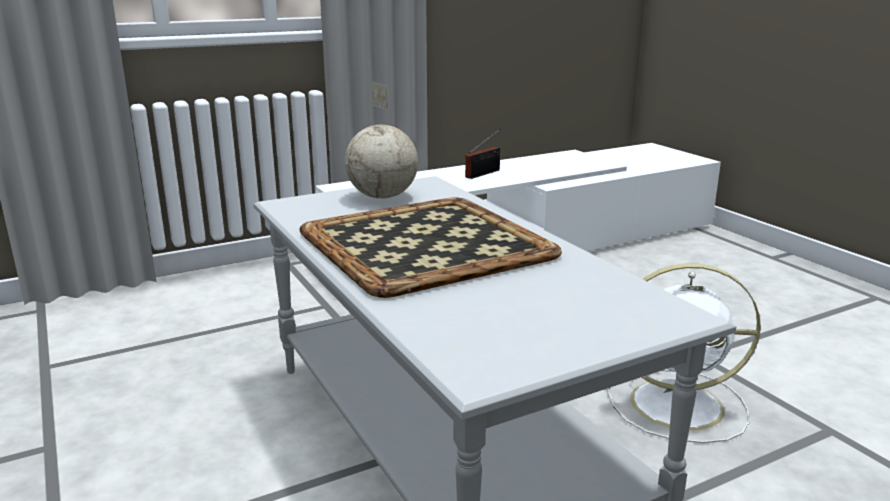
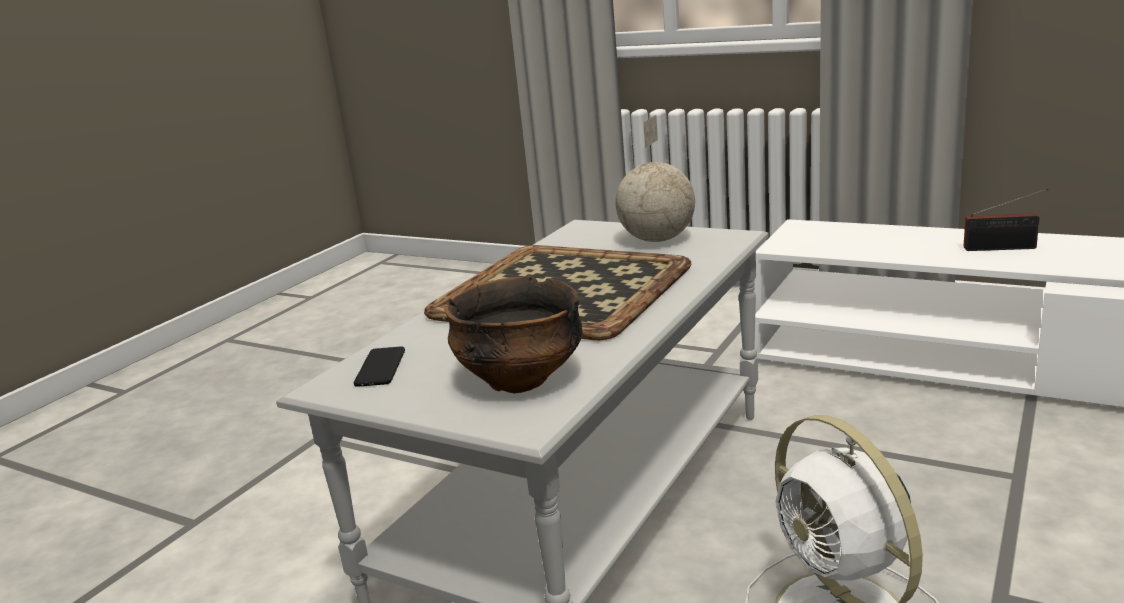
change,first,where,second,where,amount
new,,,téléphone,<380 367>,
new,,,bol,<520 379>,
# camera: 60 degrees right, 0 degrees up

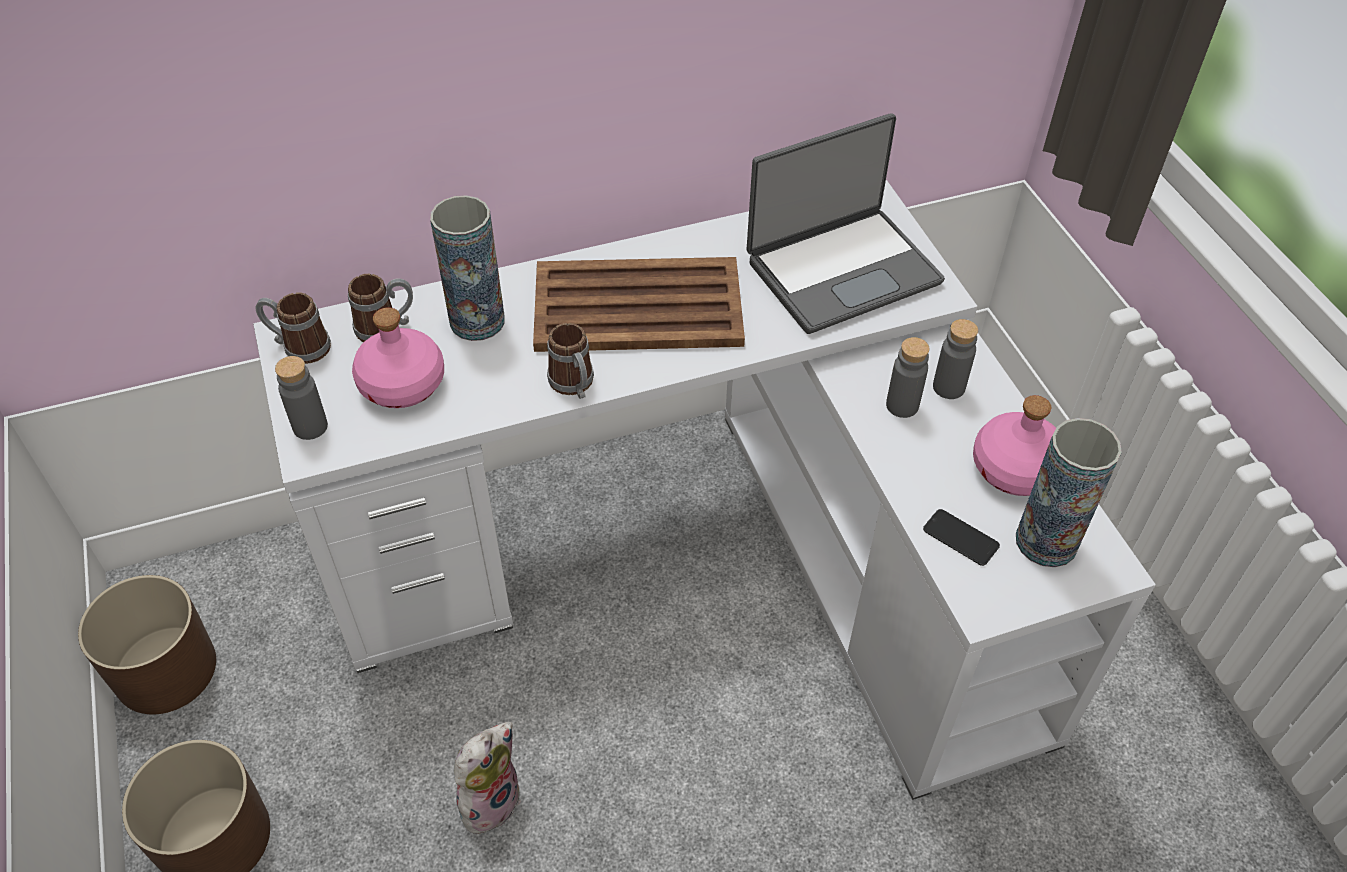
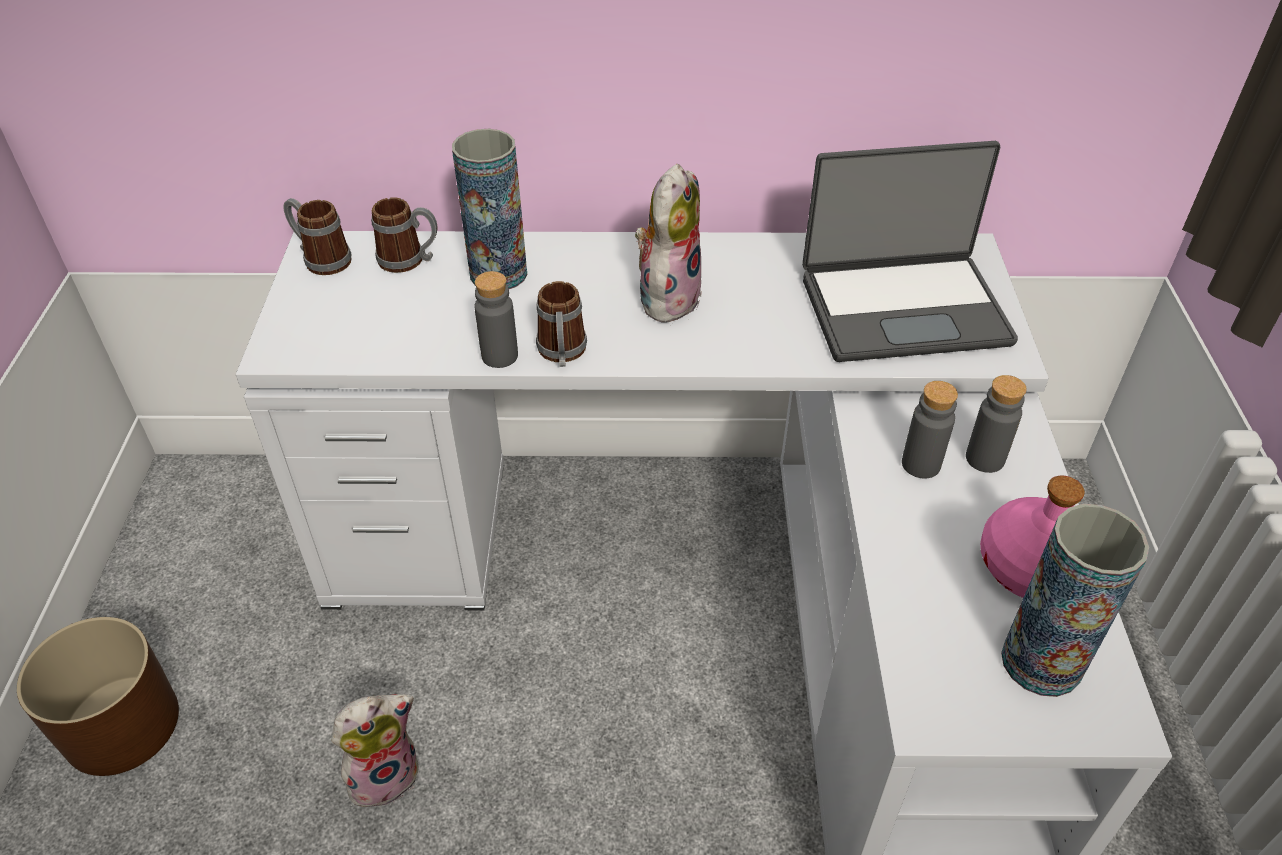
change,first,where,second,where,amount
shifted,bouteille [gris],<310 427>,,<499 356>,
swapped,plateau [marron],<640 307>,peluche,<667 297>,
gone,cache-pot [marron],<165 669>,,,
gone,bouteille [rose],<401 384>,,,
gone,téléphone,<960 538>,,,
# camera: 20 degrees right, 5 degrees down

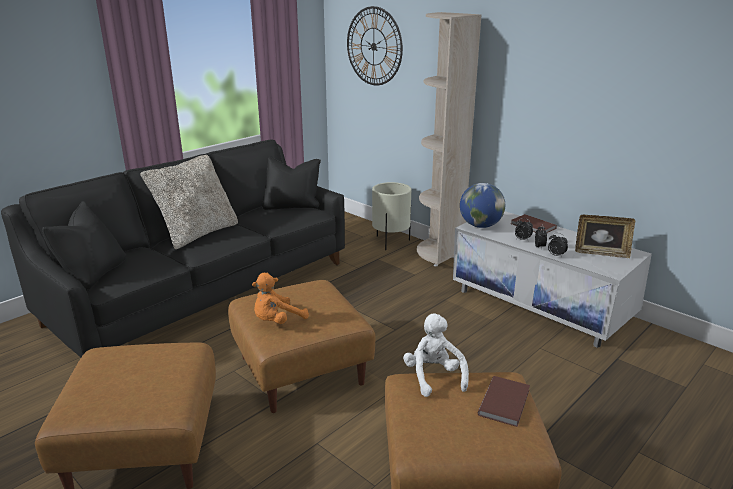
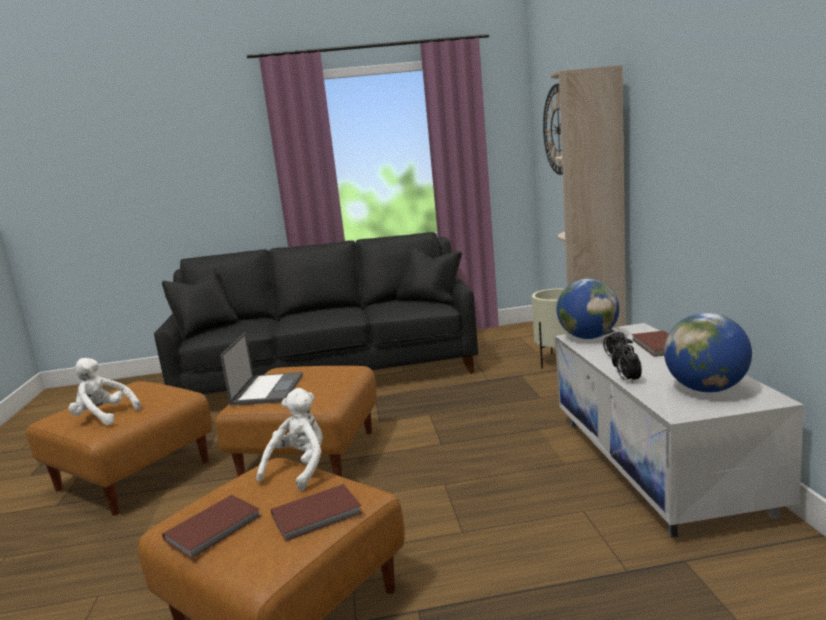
change,first,where,second,where,amount
new,,,peluche [blanc],<104 417>,
new,,,livre [marron],<215 528>,
swapped,peluche [orange],<277 321>,ordinateur portable,<267 389>,
swapped,cadre photo,<601 253>,globe,<706 389>,
gone,coussin [beige],<197 232>,,,
# camera: 40 degrees right, 10 degrees down

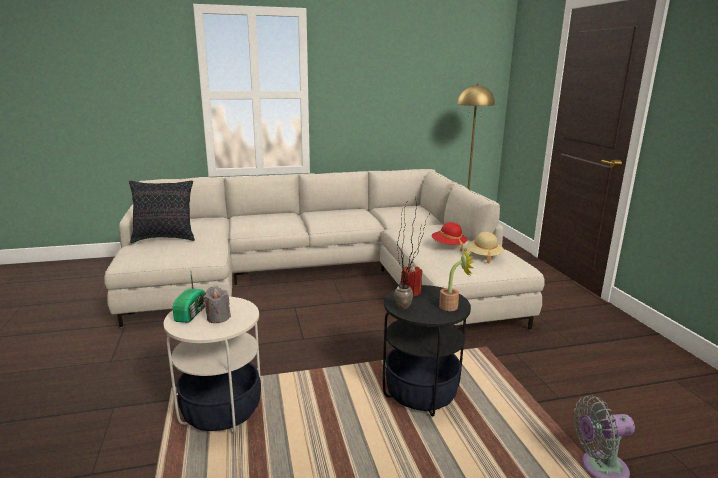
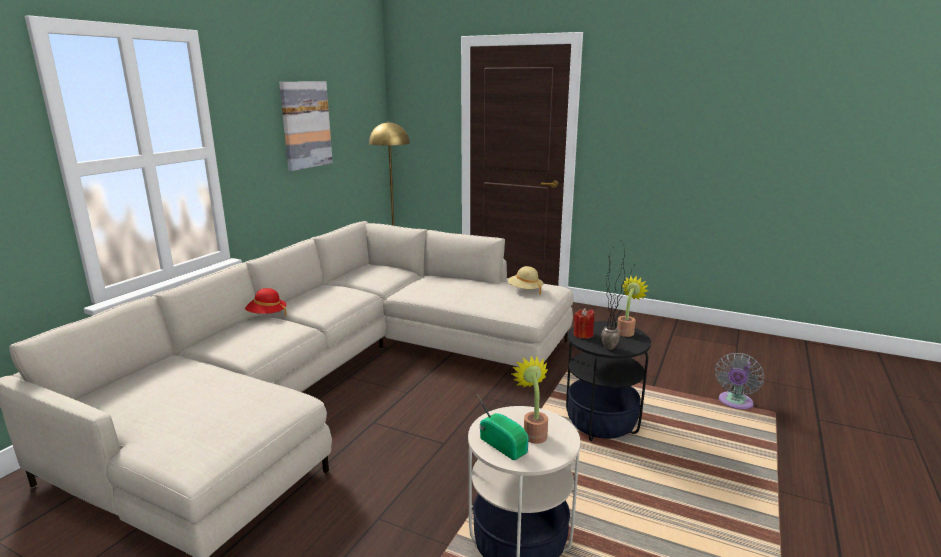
change,first,where,second,where,amount
shifted,chapeau [rouge],<448 246>,,<266 315>,
new,,,tableau,<305 125>,
swapped,bougie [gris],<218 318>,plante en pot,<533 433>,
gone,coussin [noir],<165 239>,,,
# camera: 50 degrees left, 0 degrees up

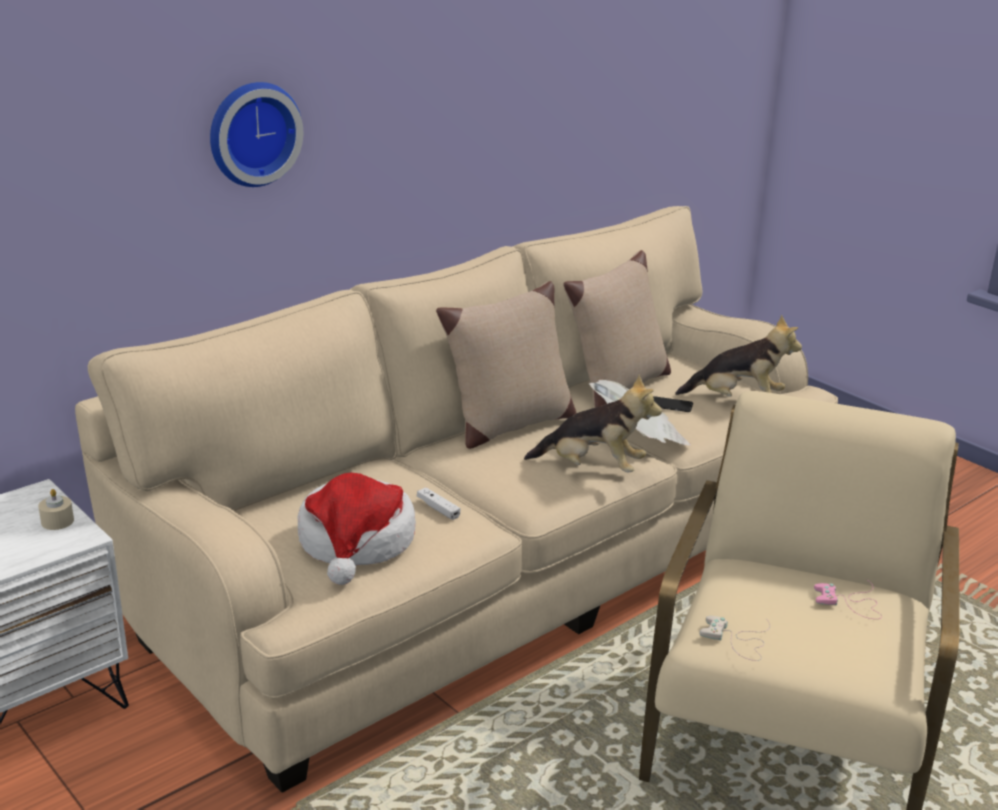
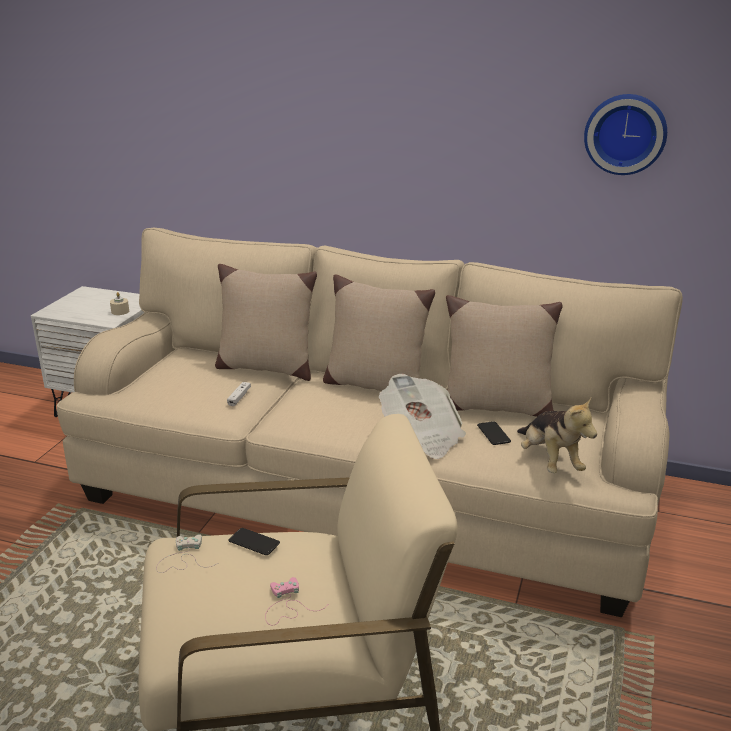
change,first,where,second,where,amount
new,,,coussin [beige],<266 367>,
new,,,téléphone,<254 542>,
shifted,horloge murale,<252 133>,,<625 133>,
gone,chapeau,<356 542>,,,
gone,peluche,<592 468>,,,
# camera: 60 degrees right, 0 degrees up

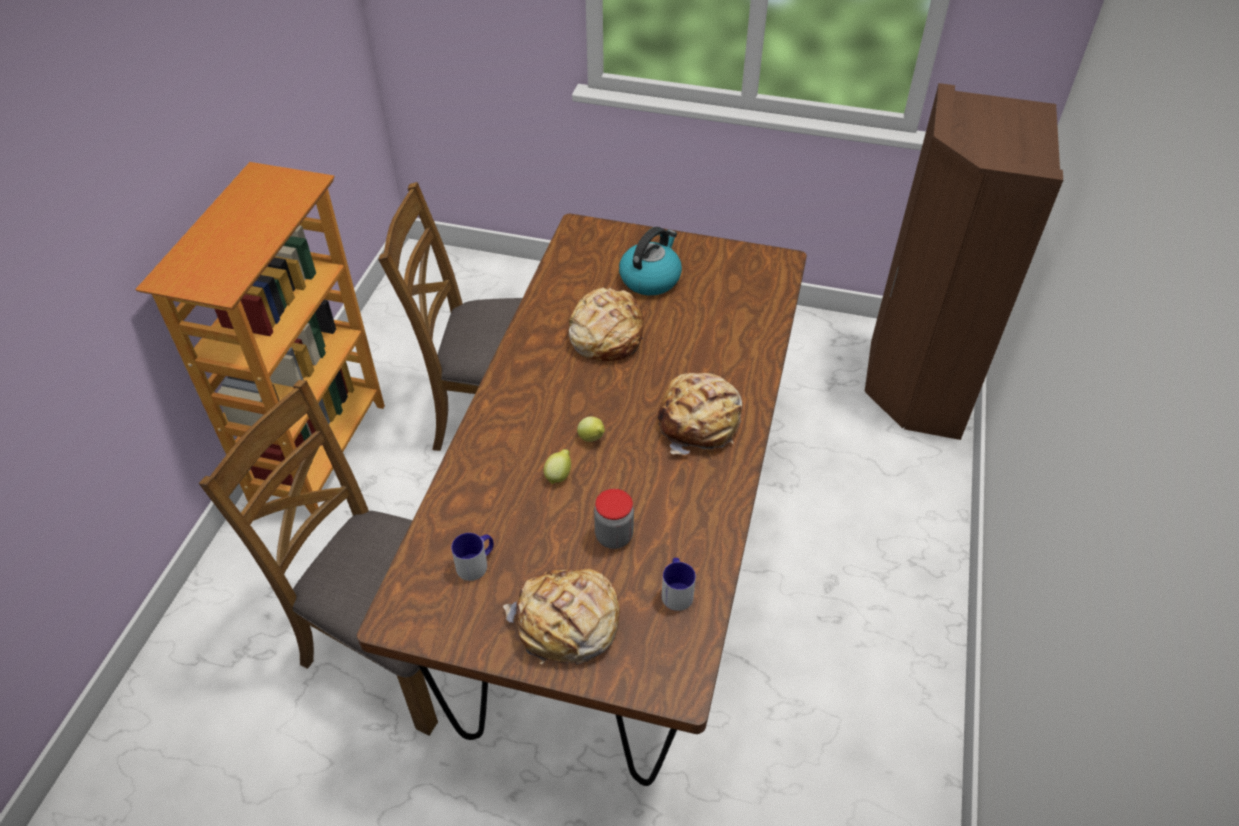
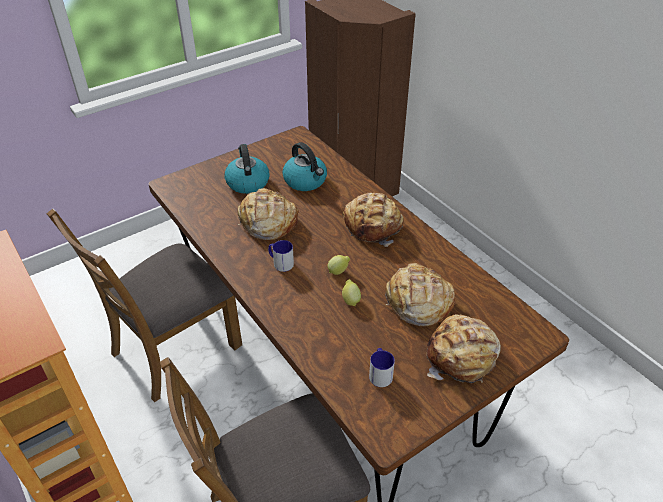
change,first,where,second,where,amount
shifted,mug,<676 591>,,<280 263>,
new,,,bouilloire,<306 181>,
swapped,bocal,<614 536>,pain,<418 302>,
# camera: 50 degrees left, 5 degrees down

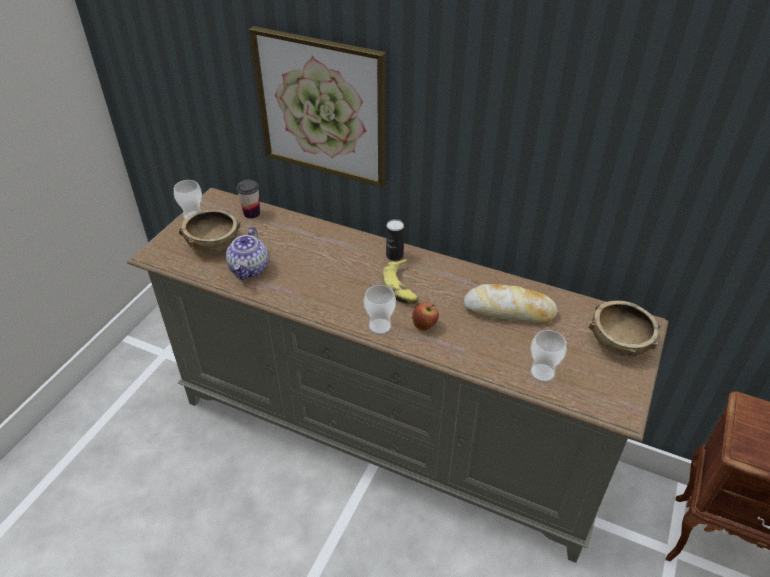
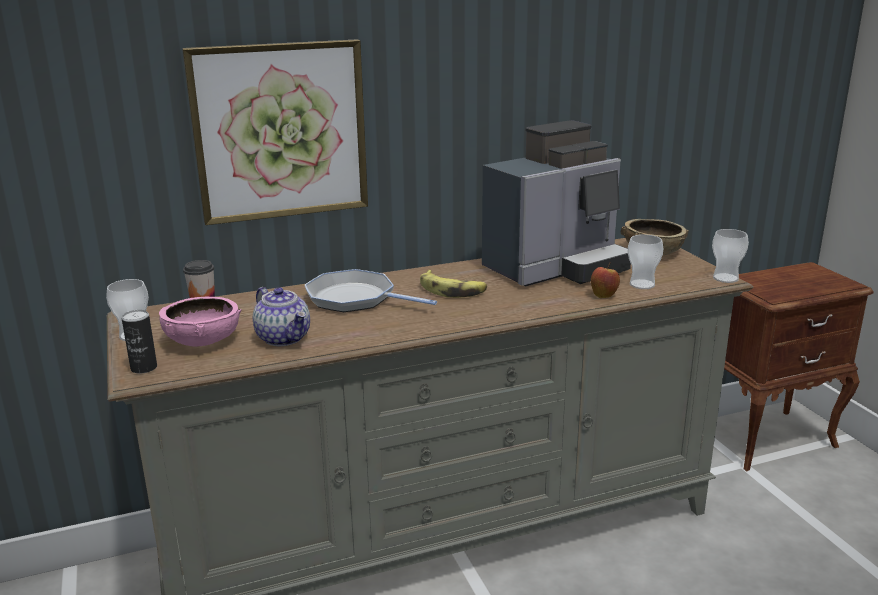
change,first,where,second,where,amount
shifted,boîte métallique,<394 255>,,<144 368>,
repainted,bol [marron],<213 244>,bol [rose],<202 341>,
new,,,poêle,<355 299>,
swapped,pain,<509 311>,machine à café,<557 268>,
shifted,pomme,<425 326>,,<604 295>,
shifted,tasse,<380 326>,,<725 278>,
# camera: 45 degrees left, 20 degrees down

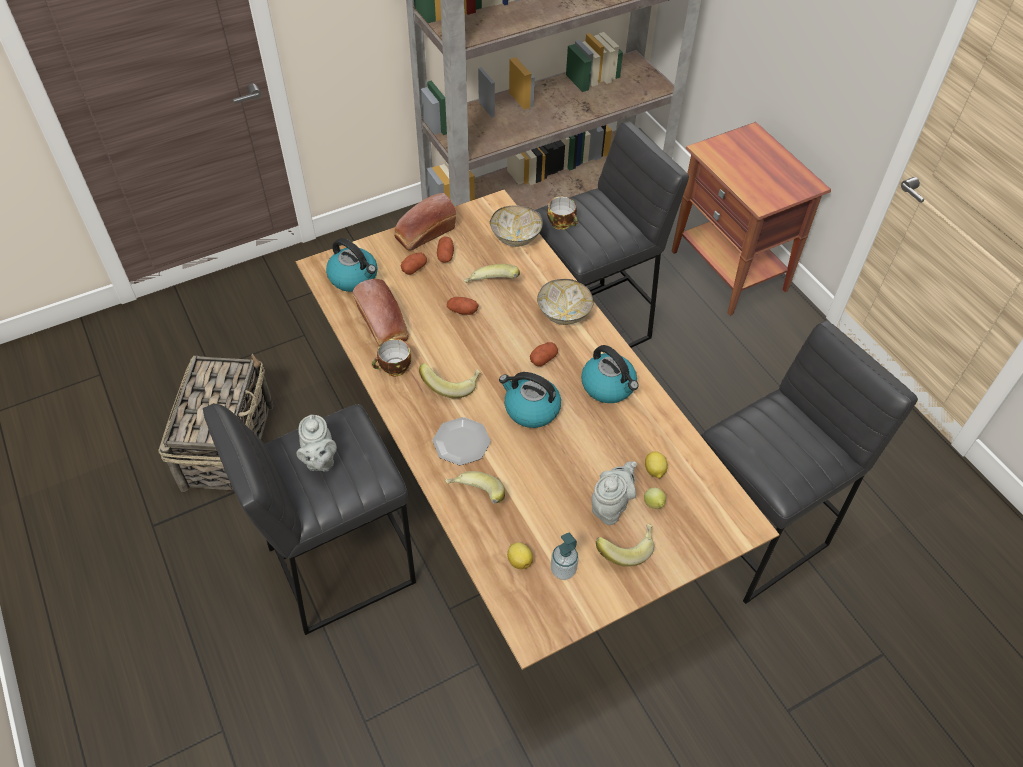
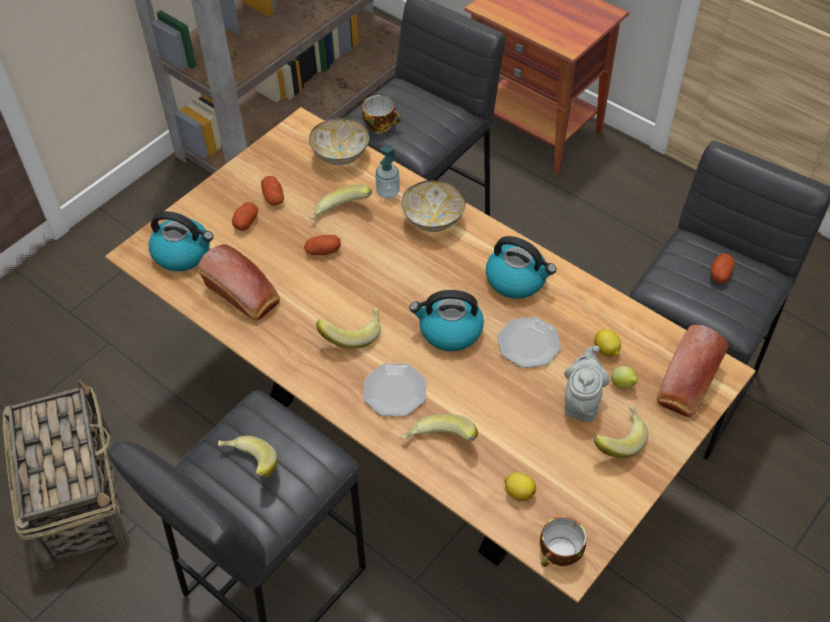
change,first,where,second,where,amount
swapped,théière [gris],<320 460>,banane,<248 466>,
shifted,distributeur de savon,<563 570>,,<388 192>,
new,,,assiette,<528 344>,
shifted,tasse,<394 369>,,<560 554>,
shifted,pain,<424 233>,,<686 384>,
shifted,pomme de terre,<543 358>,,<720 273>,
# camera: 20 degrees left, 0 degrees up

